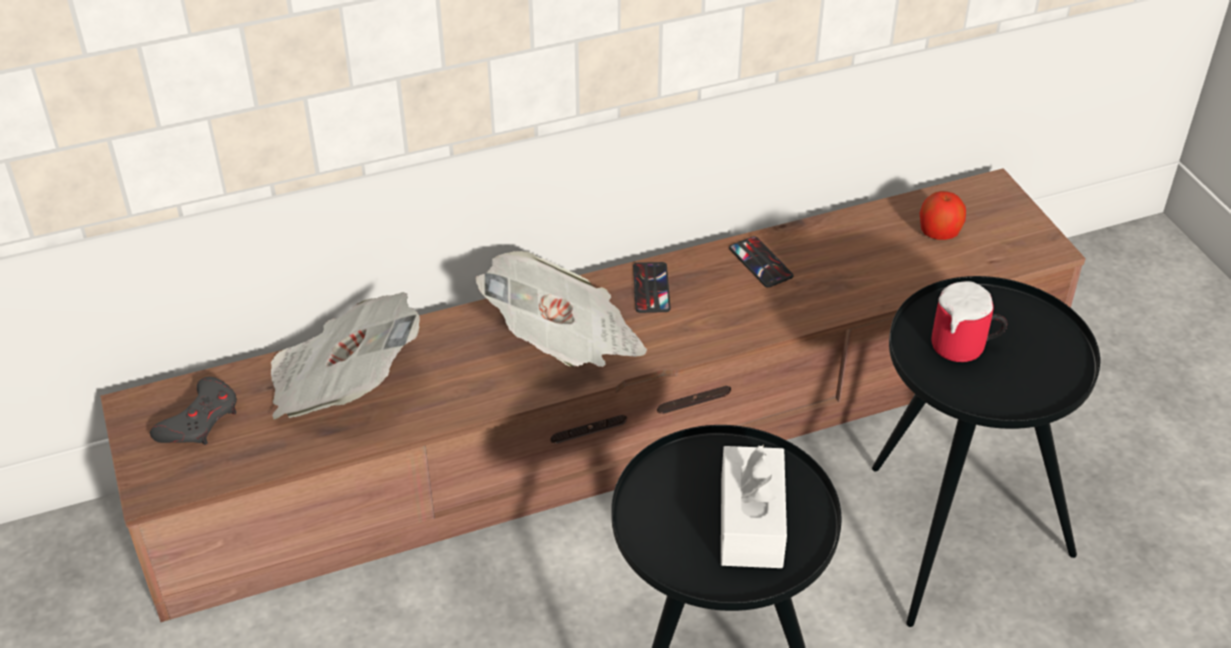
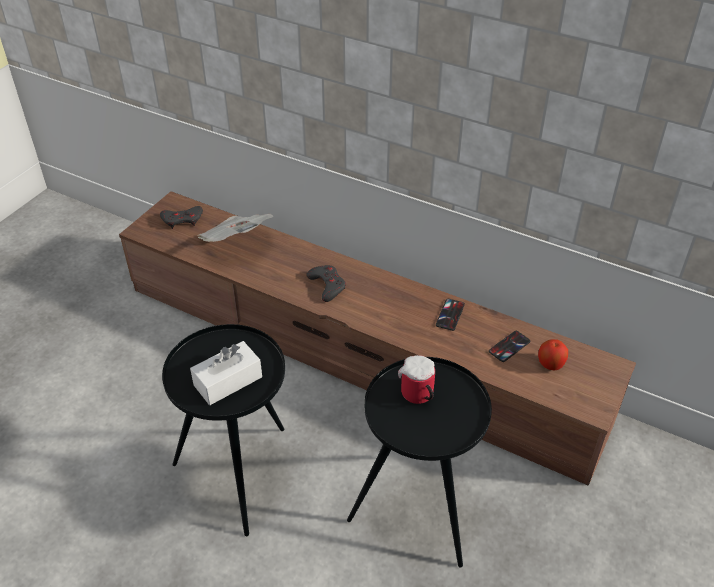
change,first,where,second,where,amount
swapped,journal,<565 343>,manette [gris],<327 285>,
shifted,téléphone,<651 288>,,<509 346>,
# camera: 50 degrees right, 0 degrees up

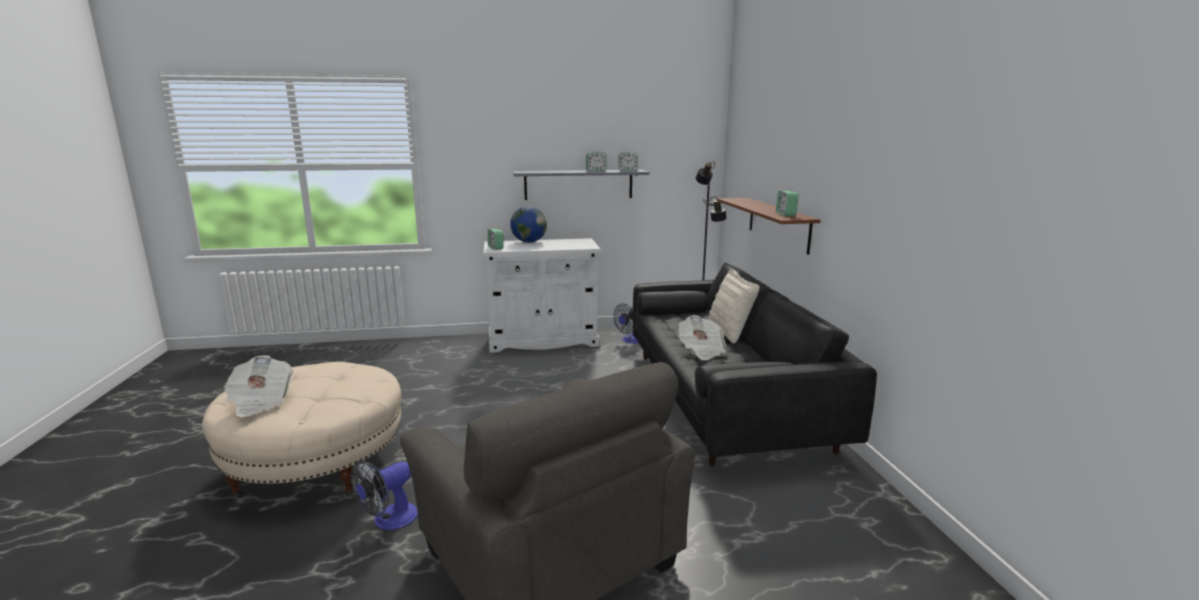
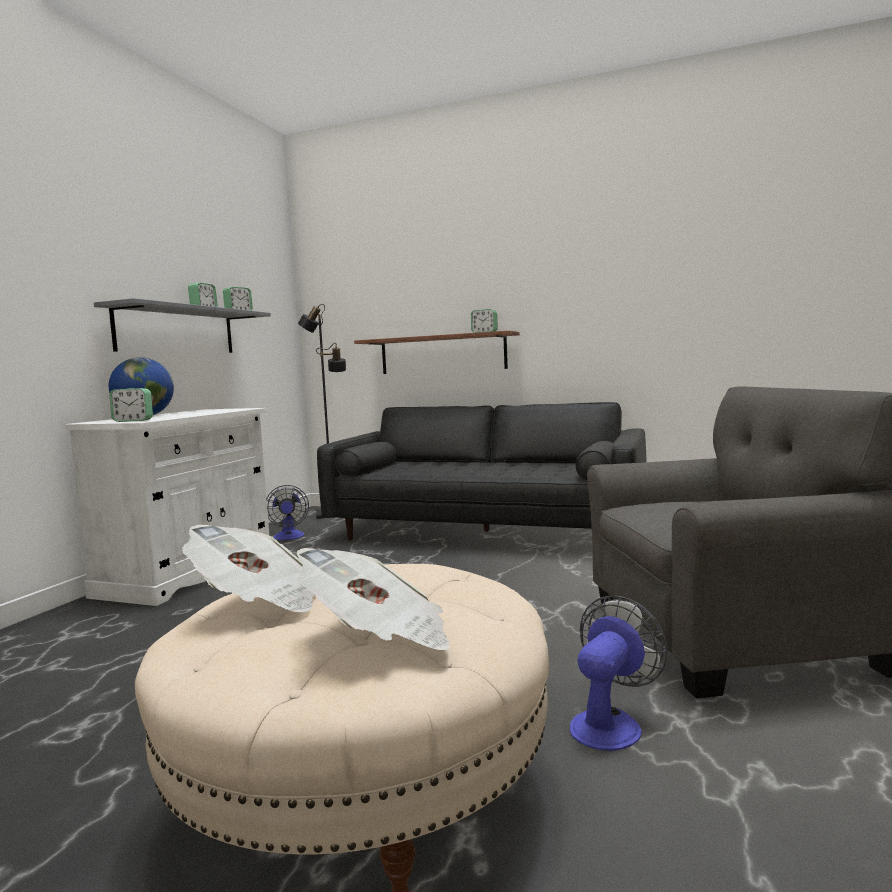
change,first,where,second,where,amount
shifted,journal,<701 350>,,<259 601>,
rotated,ventilateur,<389 520>,,<610 723>,120 degrees counterclockwise
gone,coussin [beige],<730 333>,,,
# camera: 60 degrees left, 10 degrees down

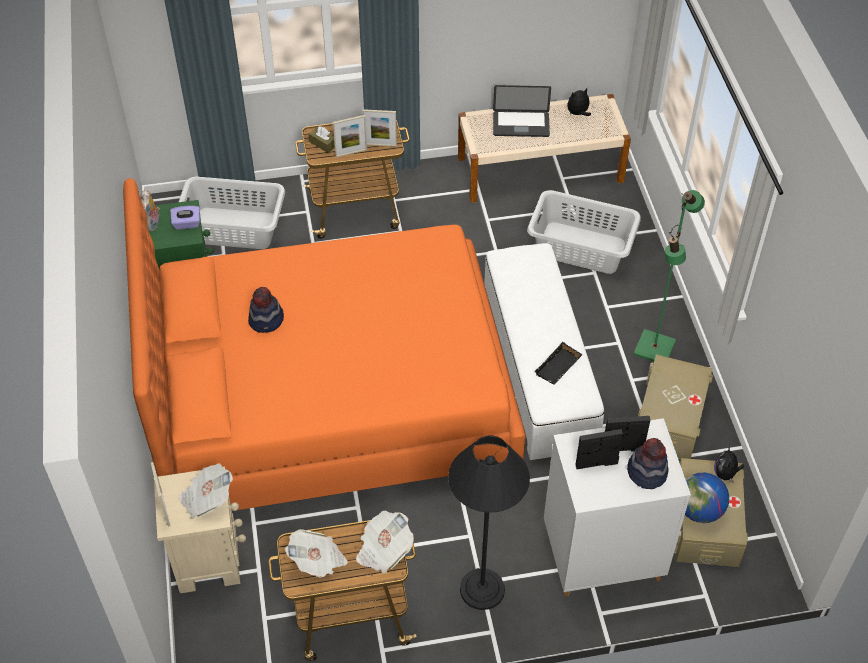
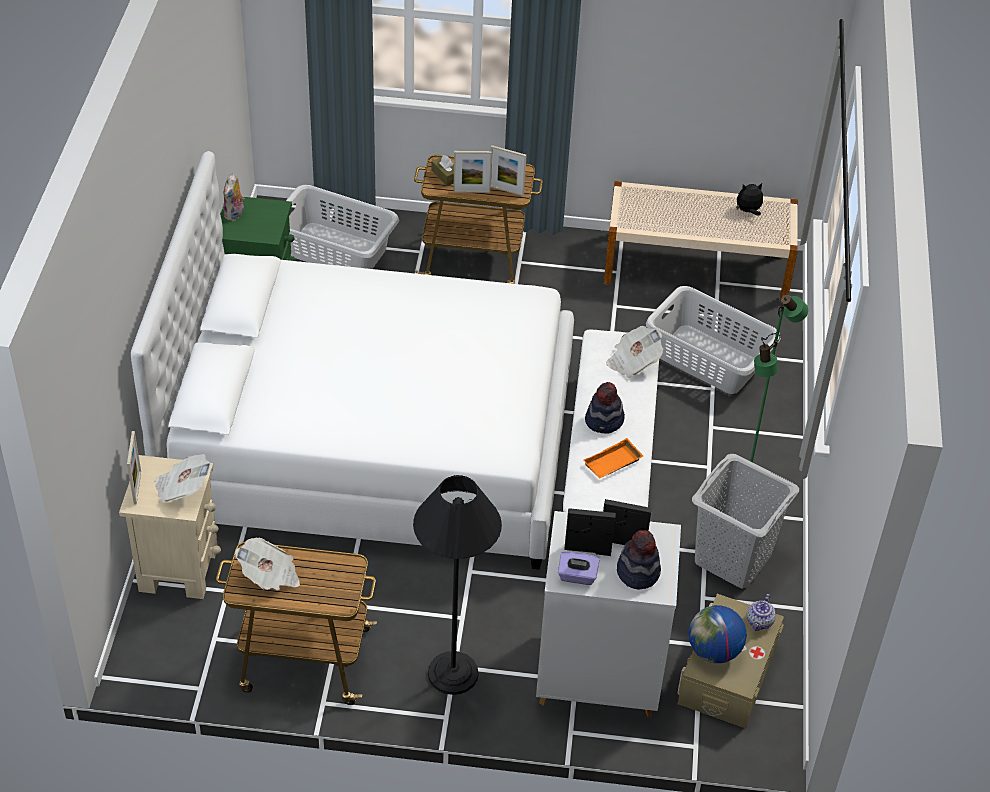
change,first,where,second,where,amount
repainted,lit [orange],<331 396>,lit [blanc],<371 443>,
shifted,boîte à mouchoirs [violet],<187 224>,,<577 576>,
repainted,plateau [noir],<558 368>,plateau [orange],<613 464>,
shifted,chapeau,<267 320>,,<604 421>,
shifted,journal,<383 550>,,<633 362>,
swapped,boîte de rangement [beige],<669 419>,panier à linge [gris],<732 559>,
swapped,peluche,<725 474>,théière,<759 622>,
gone,ordinateur portable,<521 125>,,,
# camera: 15 degrees right, 5 degrees down

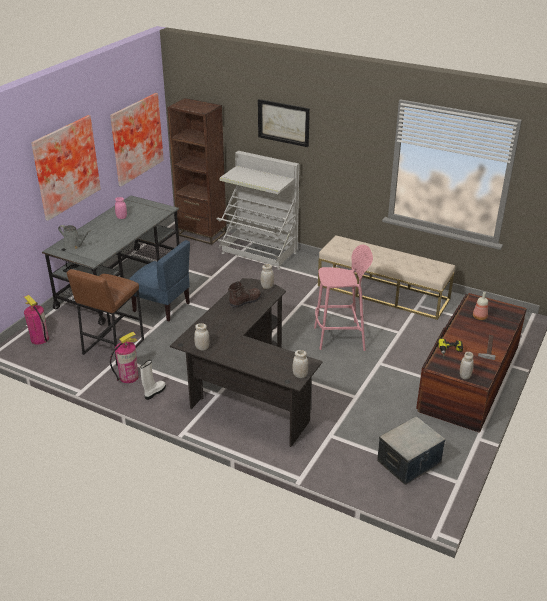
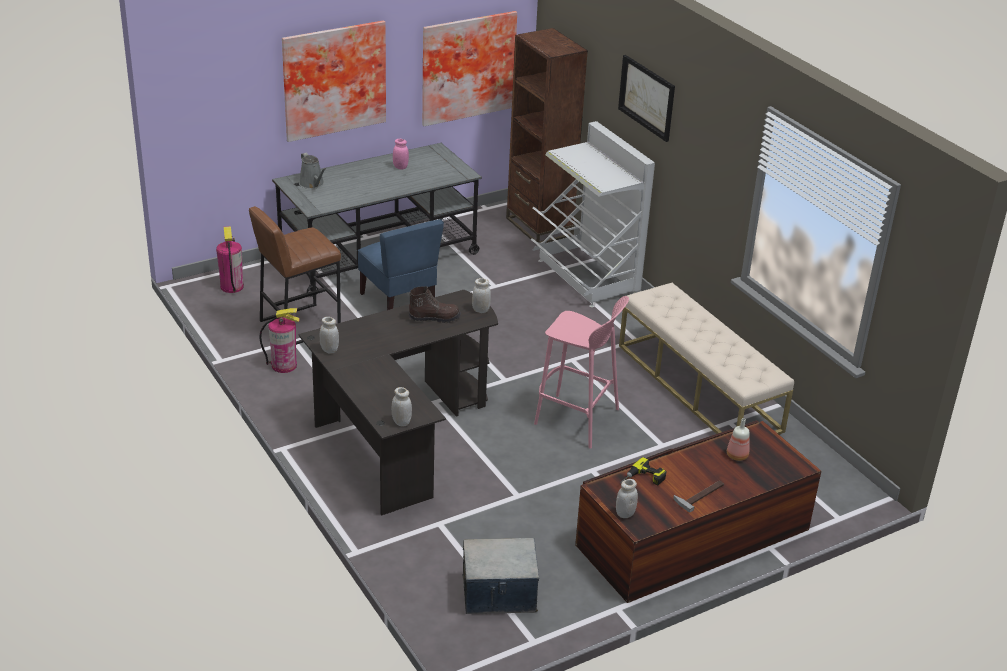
change,first,where,second,where,amount
gone,botte [blanc],<154 392>,,,
# camera: 30 degrees right, 0 degrees up

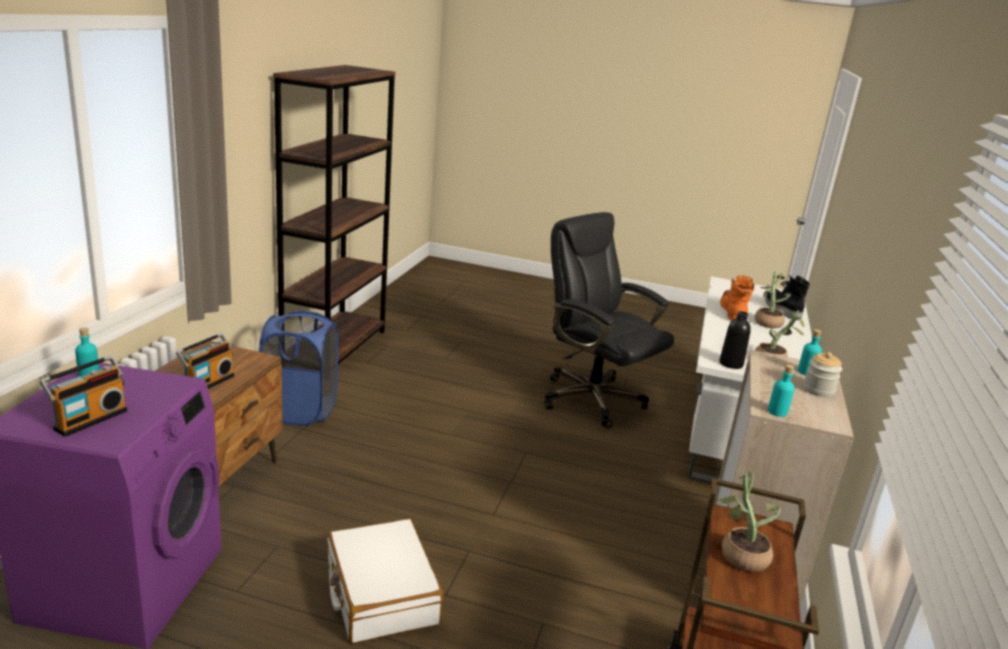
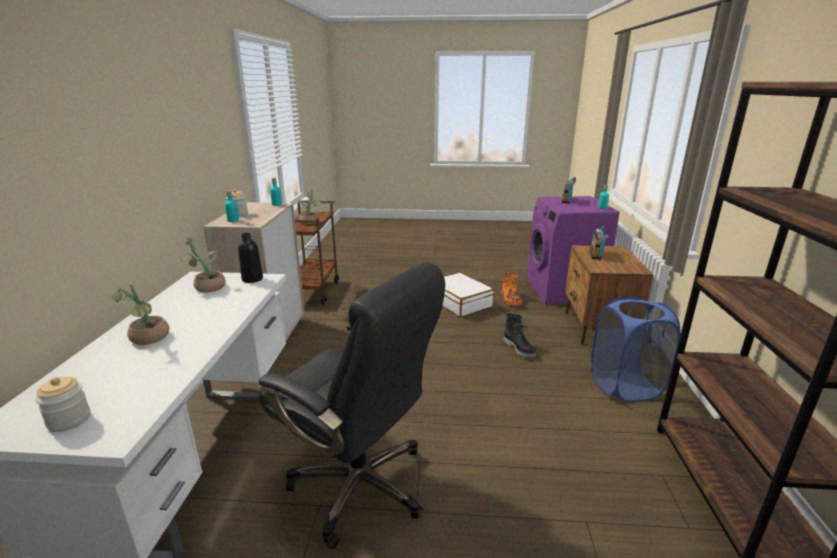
change,first,where,second,where,amount
new,,,bocal,<69 420>,
shifted,botte [orange],<733 312>,,<510 299>,
shifted,botte [noir],<781 309>,,<519 349>,
# camera: 170 degrees right, 0 degrees up

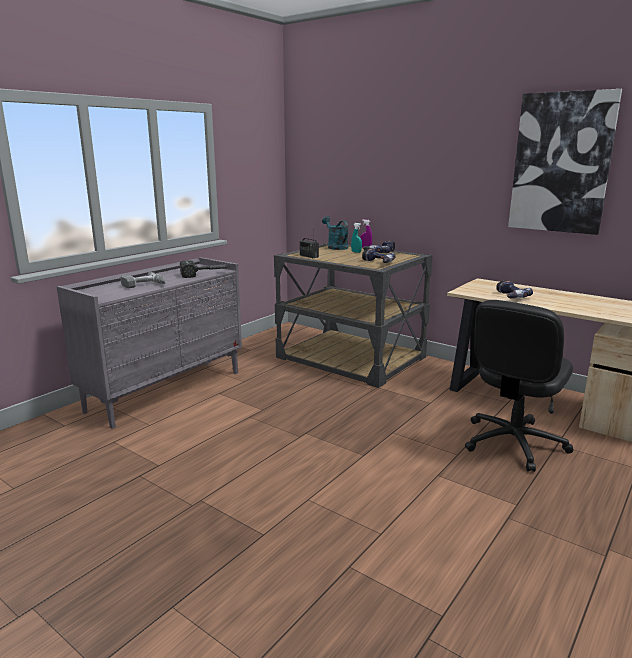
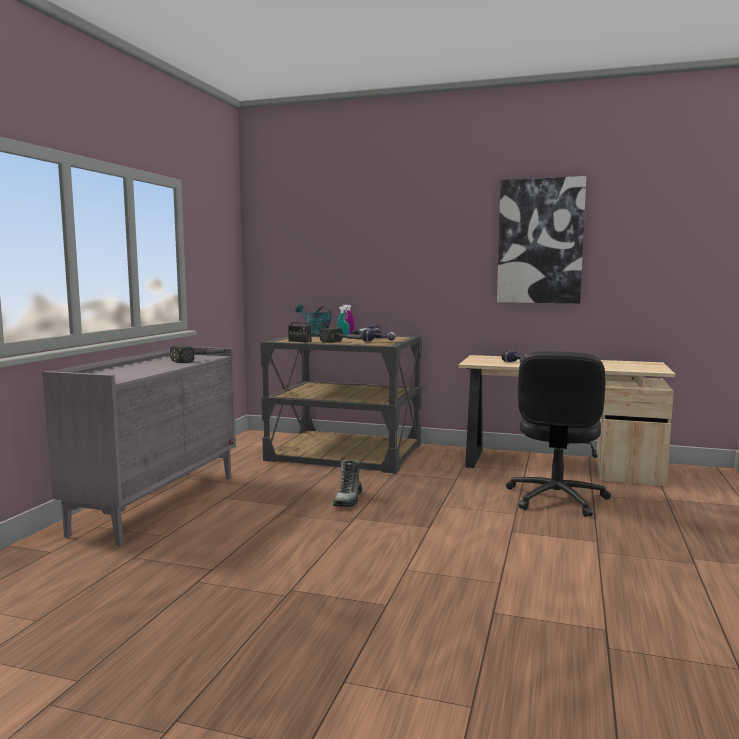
change,first,where,second,where,amount
new,,,marteau,<345 342>,
new,,,botte,<348 500>,
gone,perceuse,<145 285>,,,
# camera: 20 degrees left, 10 degrees down

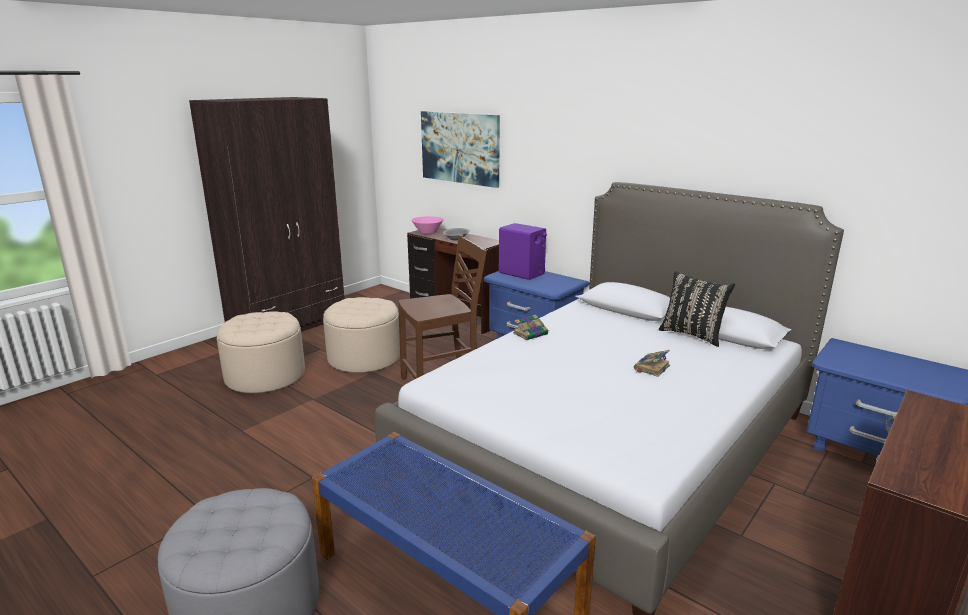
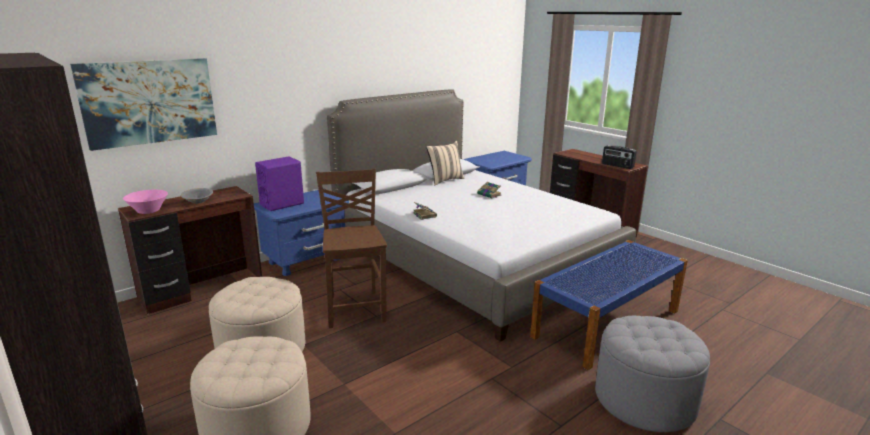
change,first,where,second,where,amount
repainted,coussin [noir],<692 334>,coussin [beige],<445 180>,
new,,,radio,<617 166>,
# camera: 80 degrees left, 0 degrees up

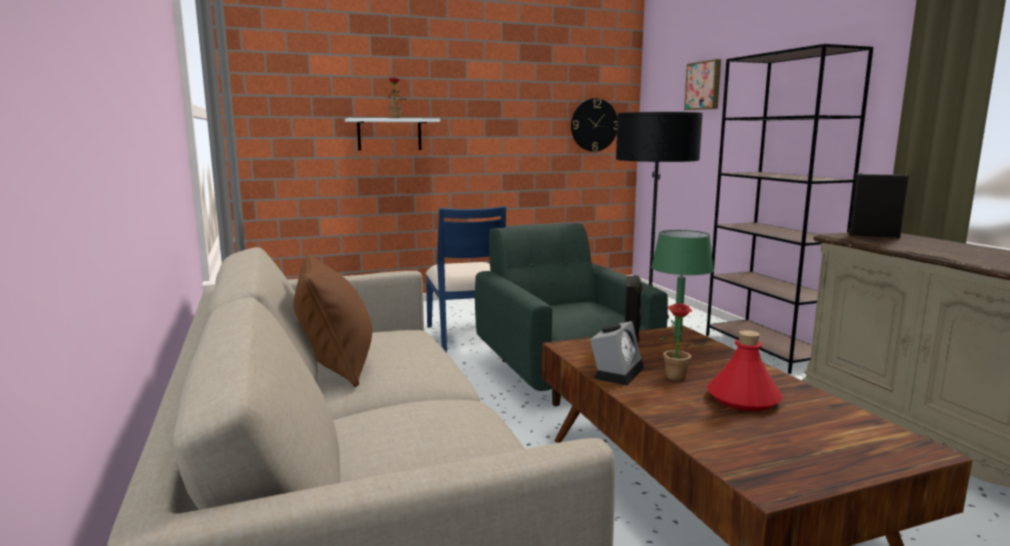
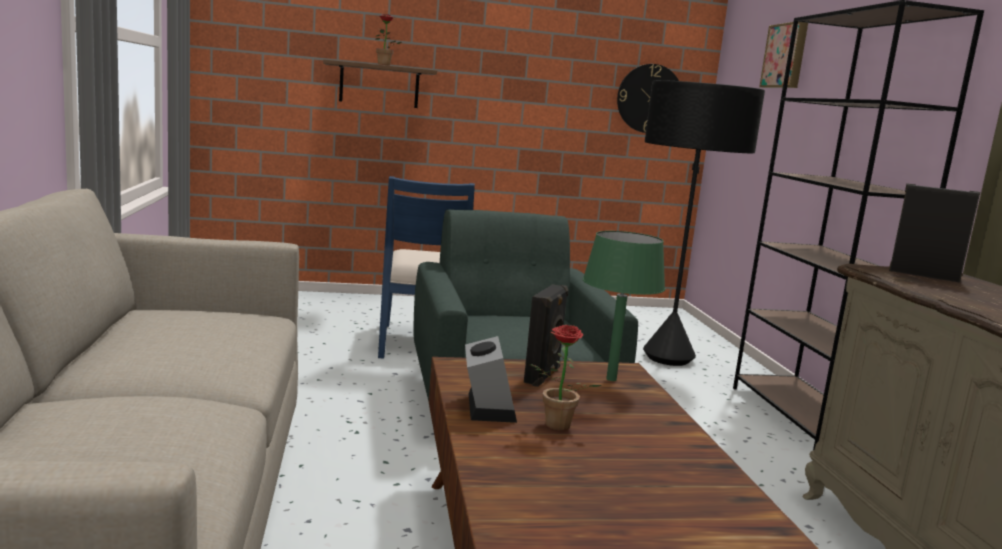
change,first,where,second,where,amount
repainted,étagère [blanc],<389 134>,étagère [marron],<379 85>,
rotated,réveil,<617 372>,,<487 406>,45 degrees counterclockwise
gone,coussin [marron],<336 367>,,,
gone,bouteille [rouge],<743 398>,,,
# camera: 10 degrees right, 0 degrees up

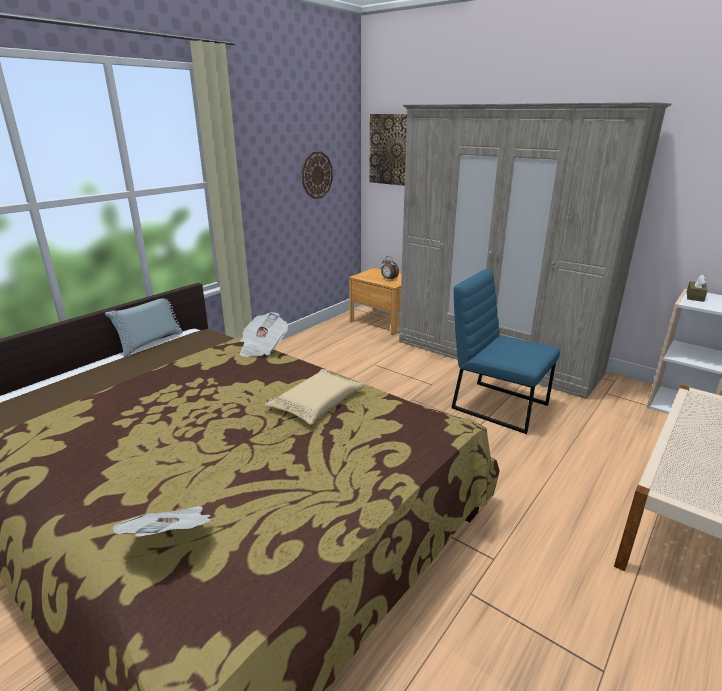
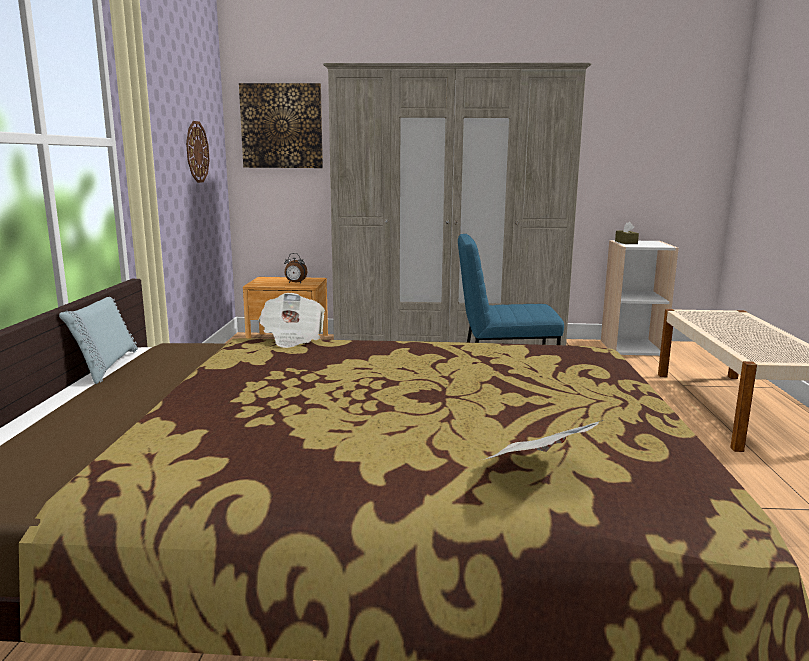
change,first,where,second,where,amount
gone,coussin [beige],<317 401>,,,
# camera: 35 degrees left, 10 degrees down

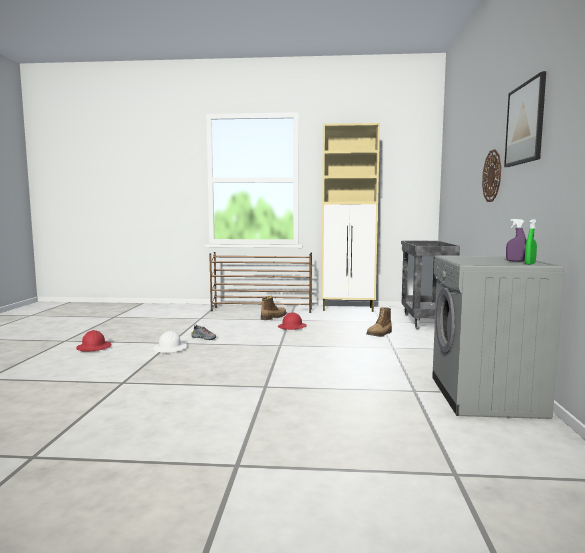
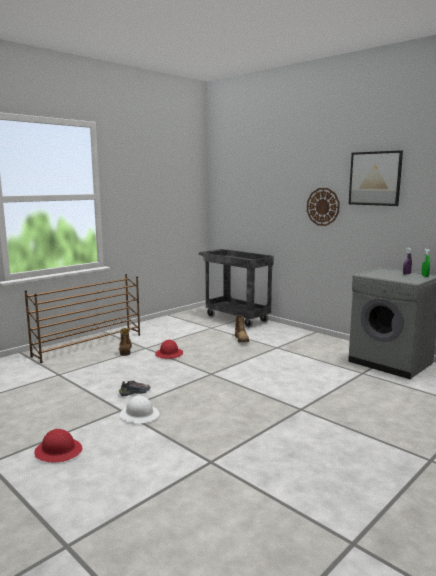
change,first,where,second,where,amount
gone,meuble de rangement [beige],<348 309>,,,
# camera: 50 degrees left, 5 degrees up

